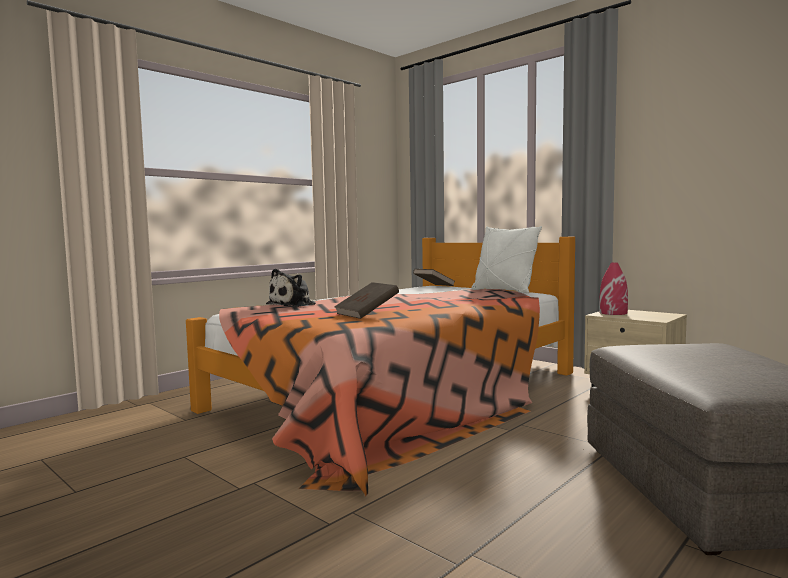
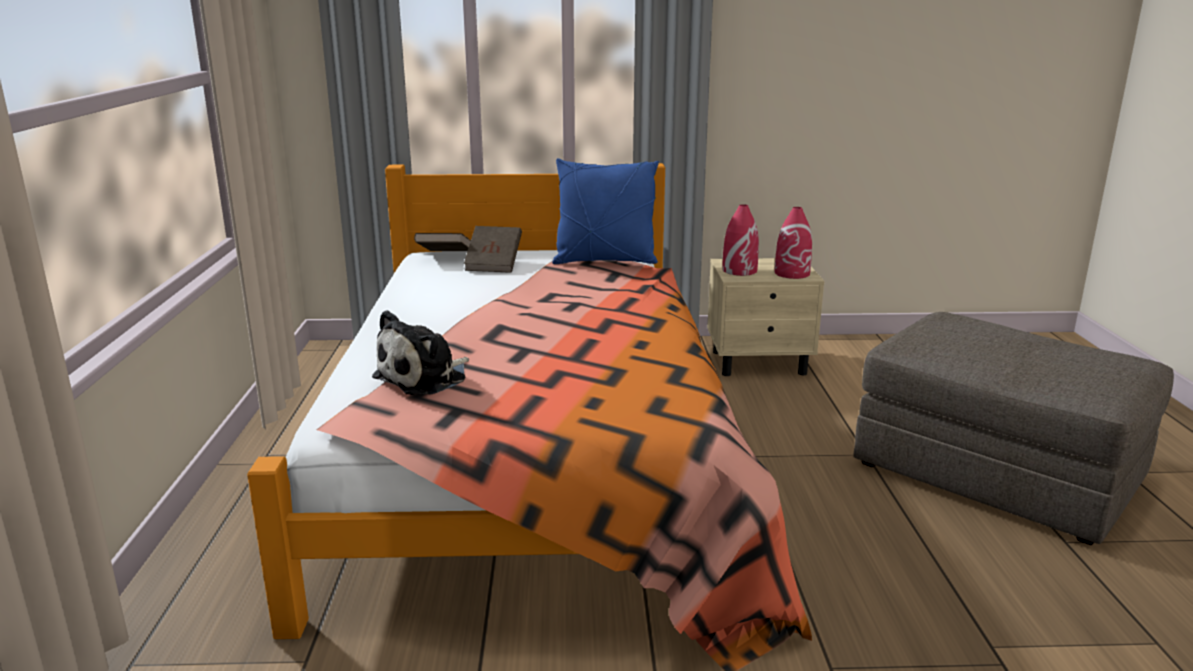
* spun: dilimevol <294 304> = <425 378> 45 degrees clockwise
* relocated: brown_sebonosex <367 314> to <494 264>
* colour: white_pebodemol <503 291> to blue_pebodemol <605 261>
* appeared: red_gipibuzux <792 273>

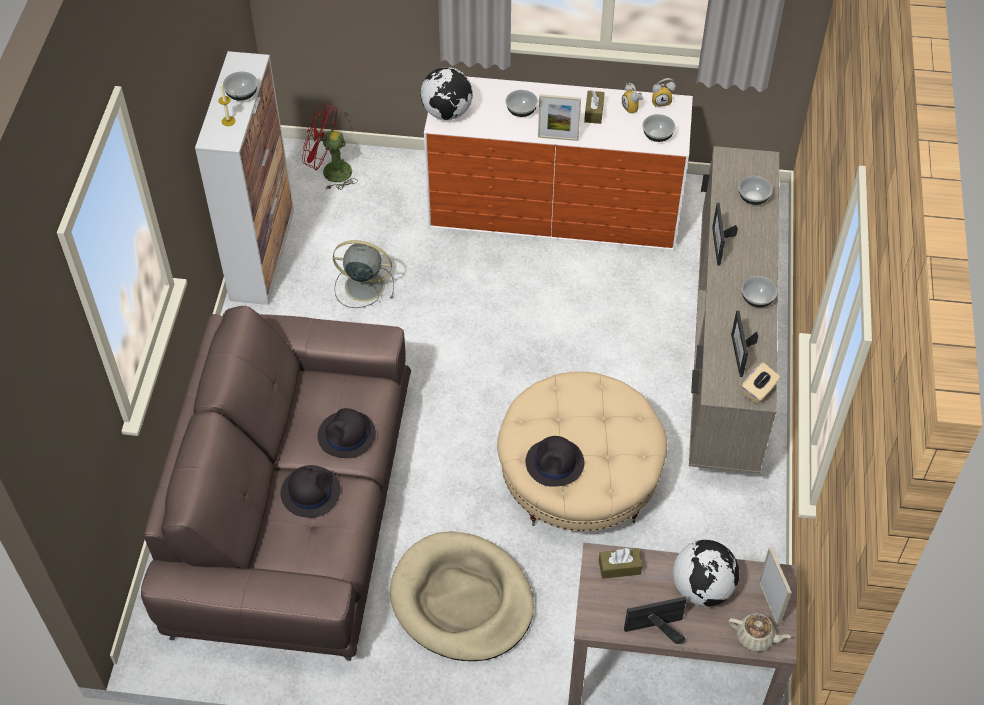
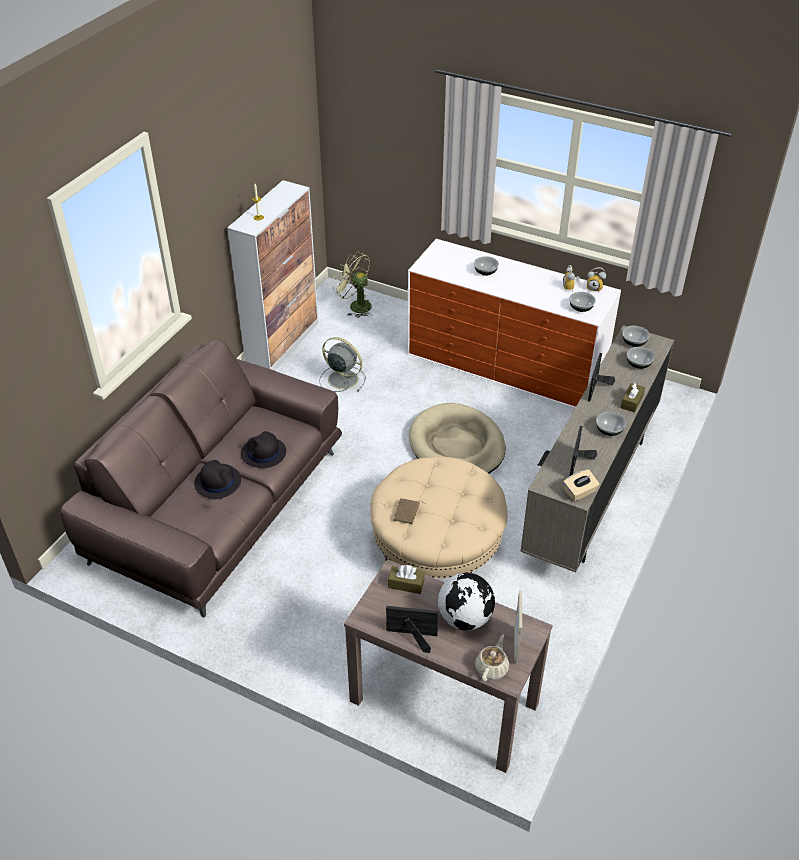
* relocated: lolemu <242 94> to <634 342>
* colour: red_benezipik <330 172> to green_benezipik <355 305>
* relocated: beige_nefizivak <462 600> to <457 445>
* missing: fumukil <447 113>
* exchanged: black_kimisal <555 463> to brown_sebonosex <407 512>
* missing: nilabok <558 138>
* relocated: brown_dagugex <594 112> to <631 402>
* spun: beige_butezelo <755 637> = <492 667> 105 degrees counterclockwise

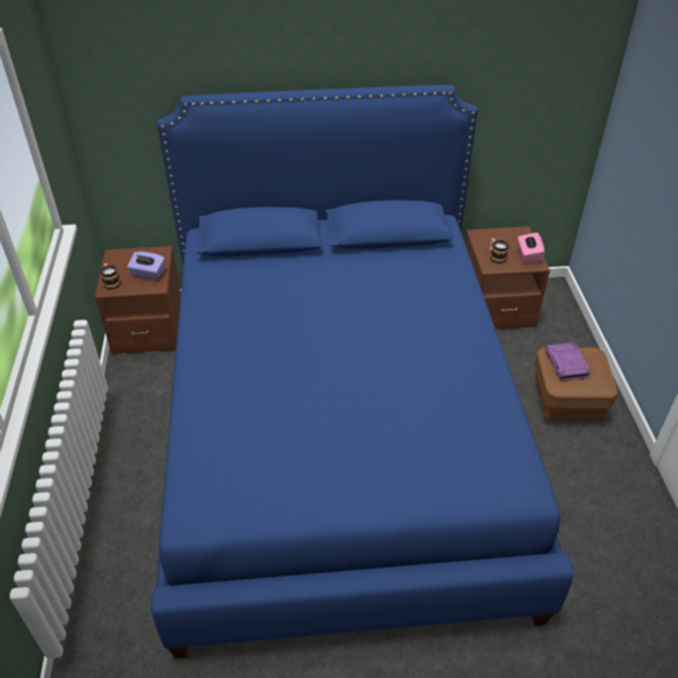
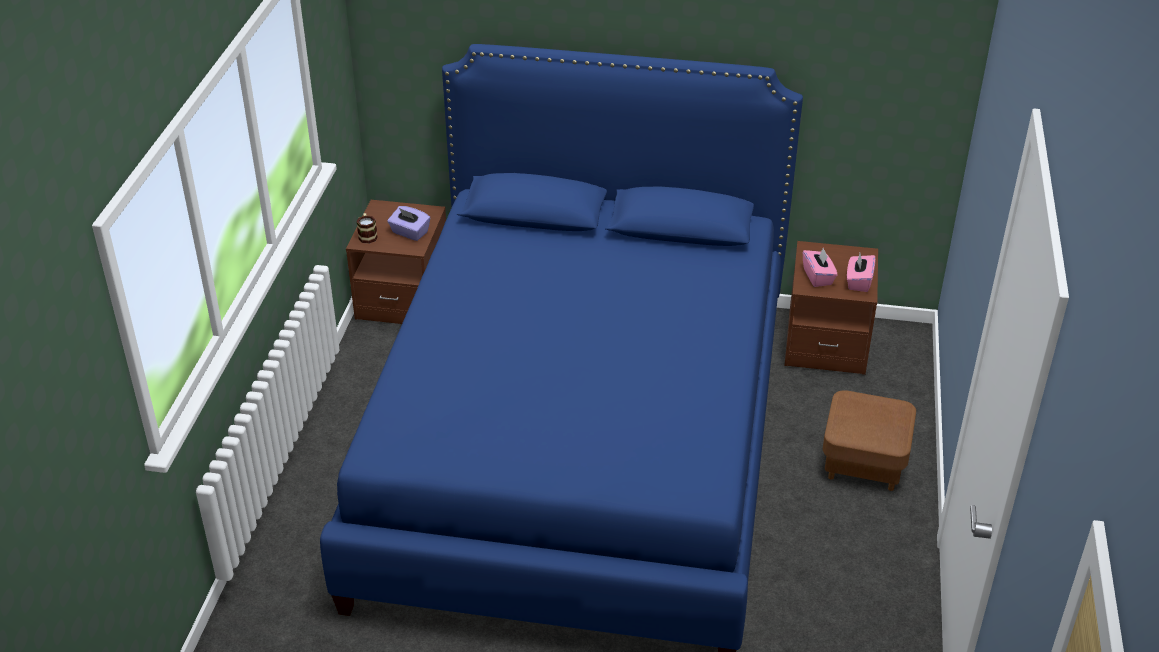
* exchanged: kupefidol <496 257> to pink_dagugex <818 277>
* missing: purple_sebonosex <567 364>

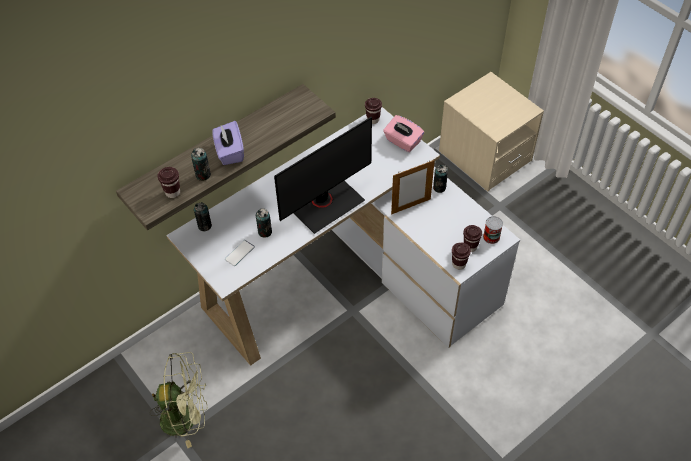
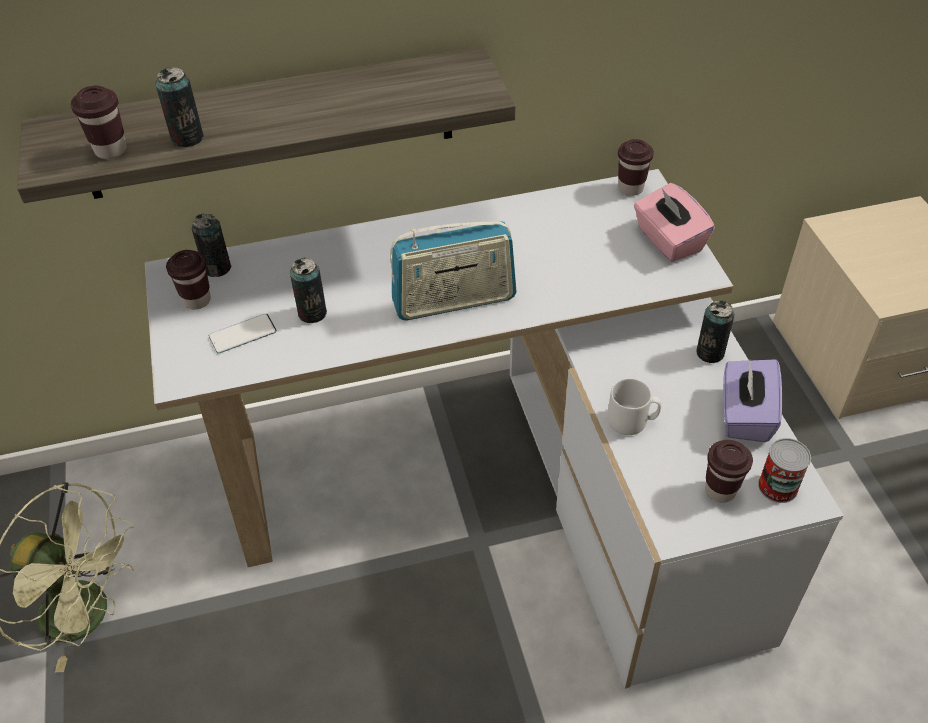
* relocated: purple_dagugex <229 152> to <744 415>
* exchanged: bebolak <325 203> to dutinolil <454 301>
* missing: nilabok <411 206>
* relocated: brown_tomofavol <459 264> to <197 300>
* appeared: grey_kupefidol <632 421>

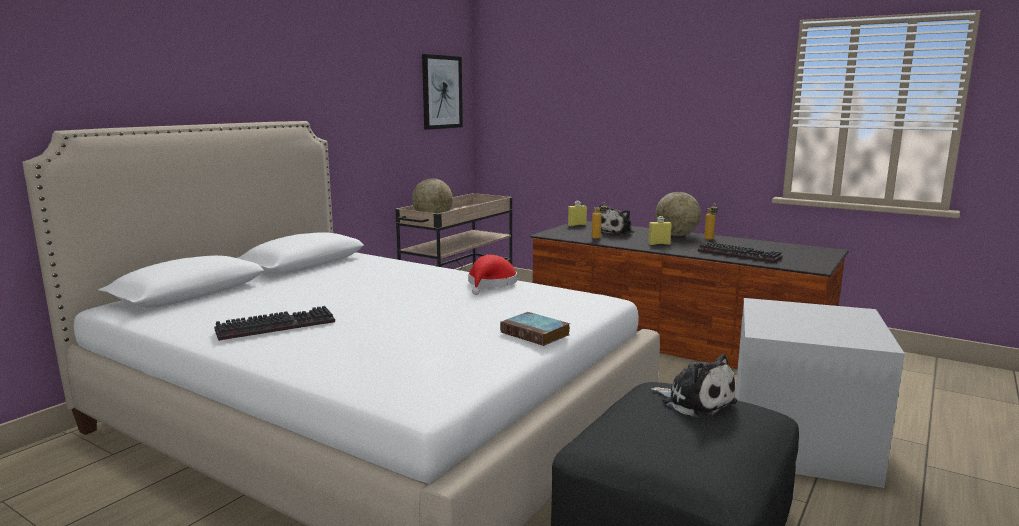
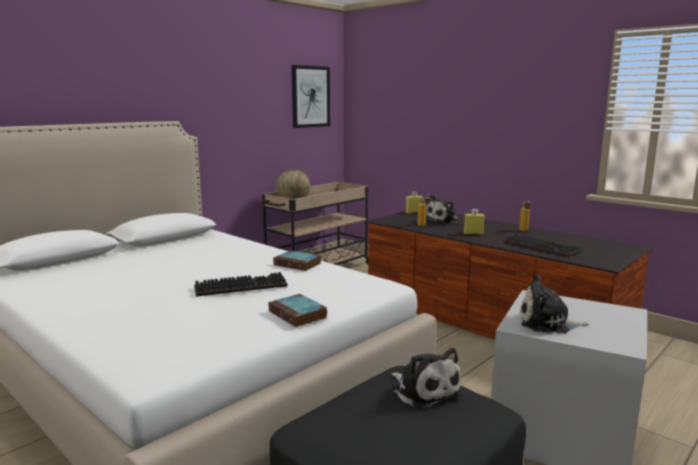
* relocated: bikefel <277 325> to <242 286>
* exchanged: red_kimisal <491 284> to sebonosex <298 264>
* missing: fumukil <676 235>
* appeared: dilimevol <547 323>

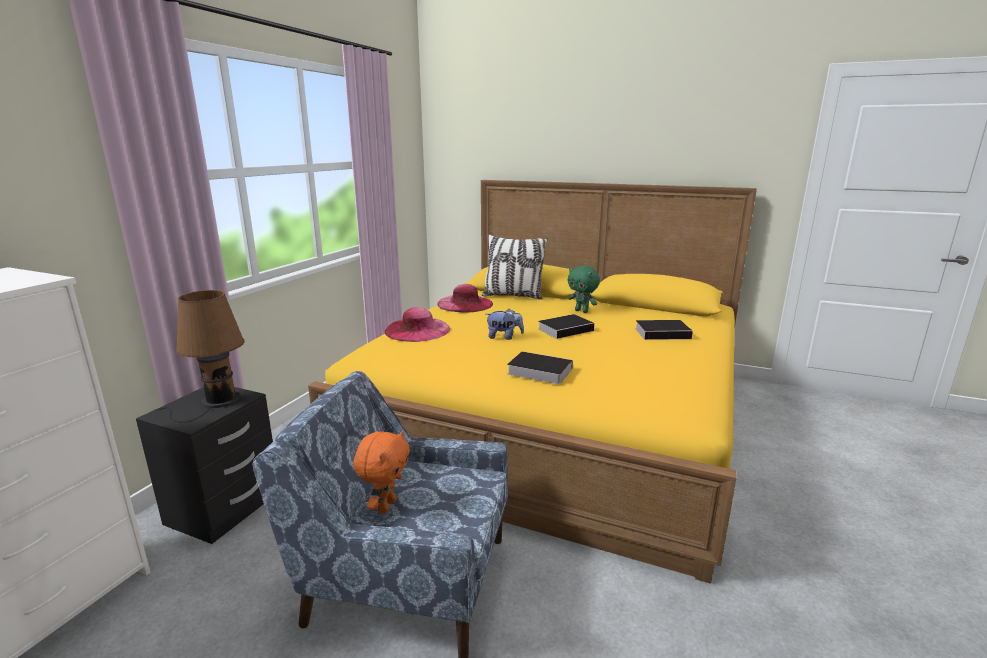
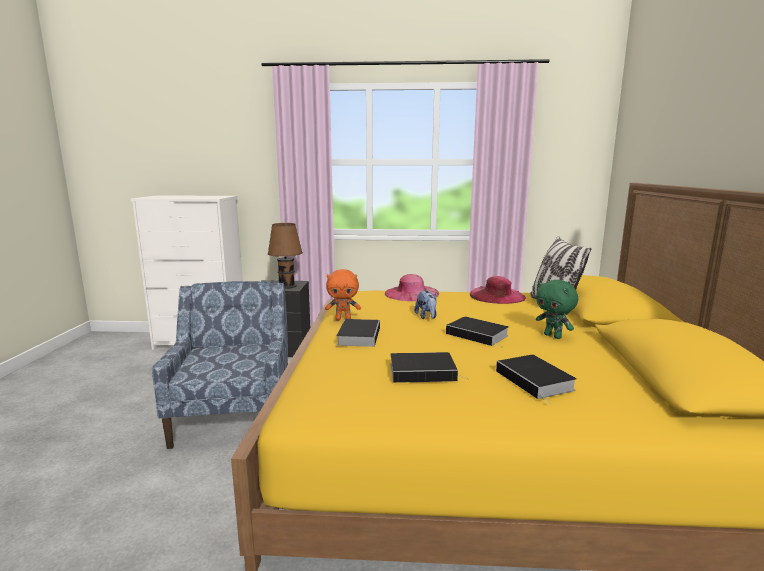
* relocated: orange_dilimevol <386 506> to <343 319>
* spun: green_dilimevol <582 311> = <553 336> 60 degrees counterclockwise
* appeared: sebonosex <424 371>

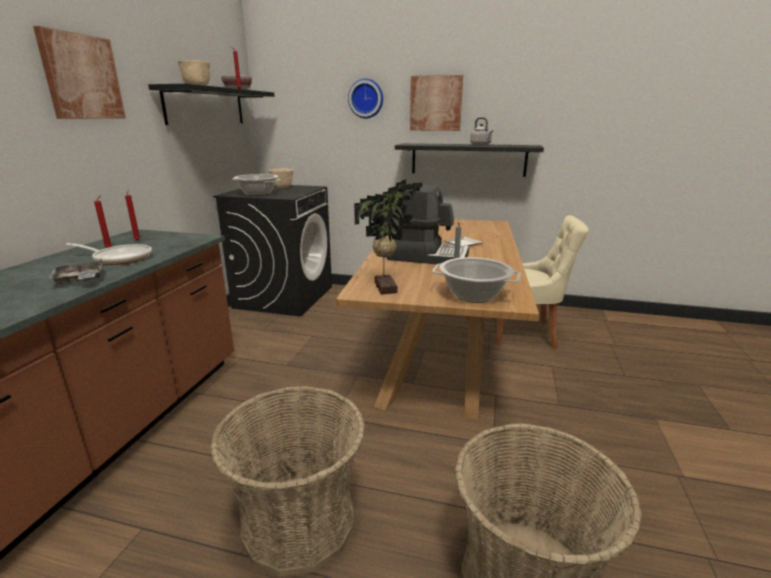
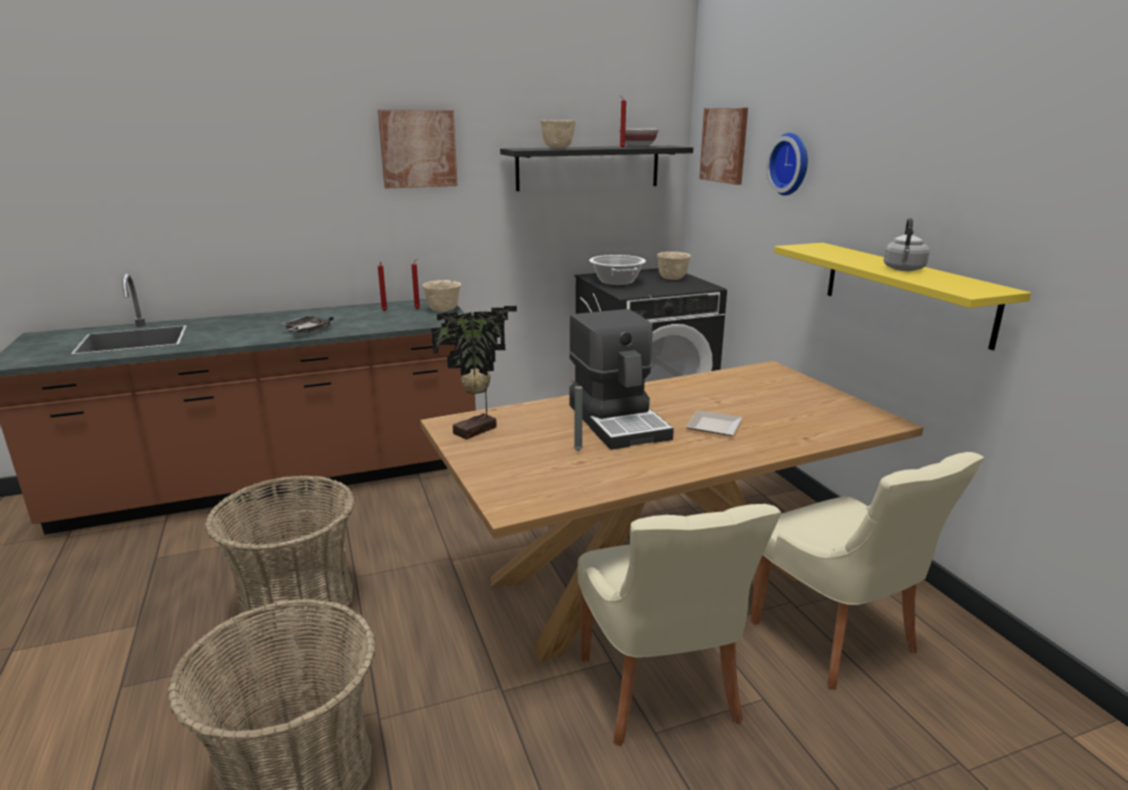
* missing: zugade <119 258>
* colour: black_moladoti <468 159> to yellow_moladoti <905 291>
* relocated: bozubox <436 103> to <724 145>
* missing: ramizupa <474 295>
* appeared: beige_lolemu <443 310>
* appeared: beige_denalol <661 693>

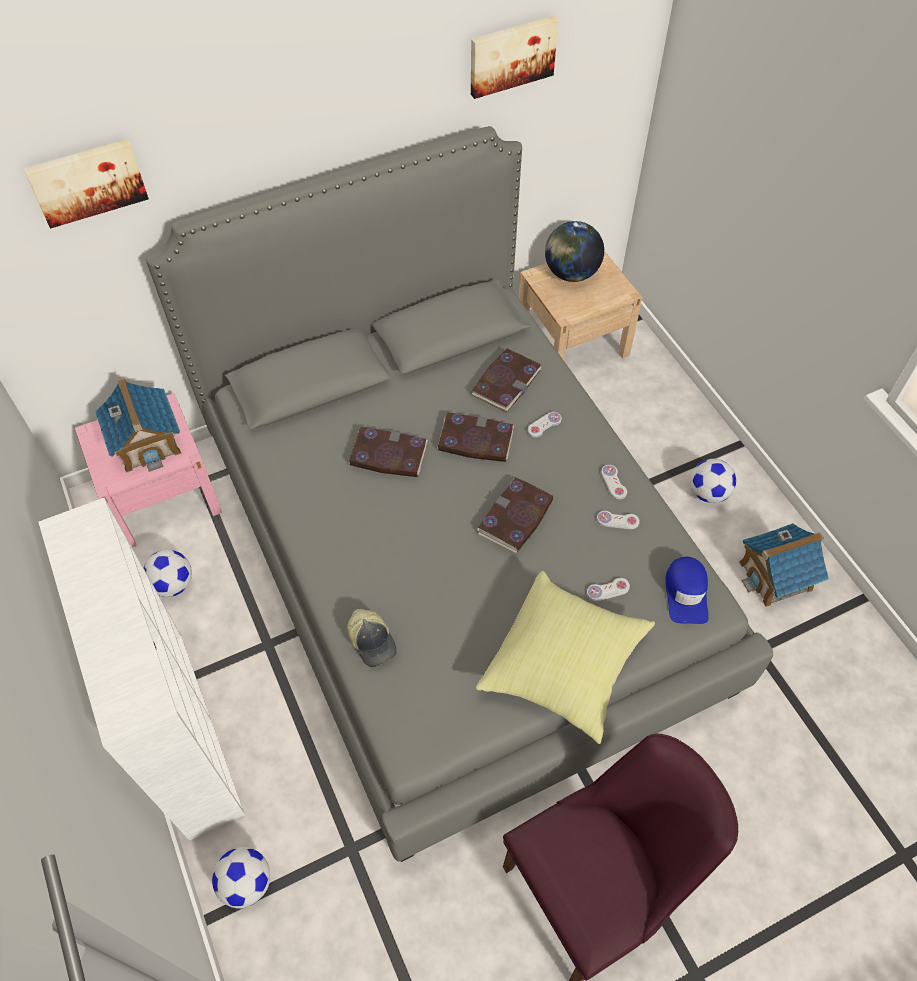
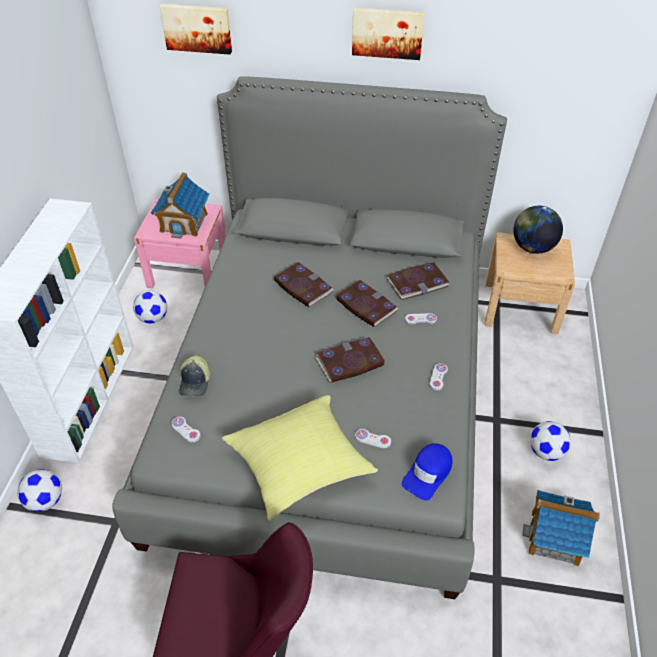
* relocated: bozubox <511 55> to <387 32>
* relocated: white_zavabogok <617 521> to <186 430>

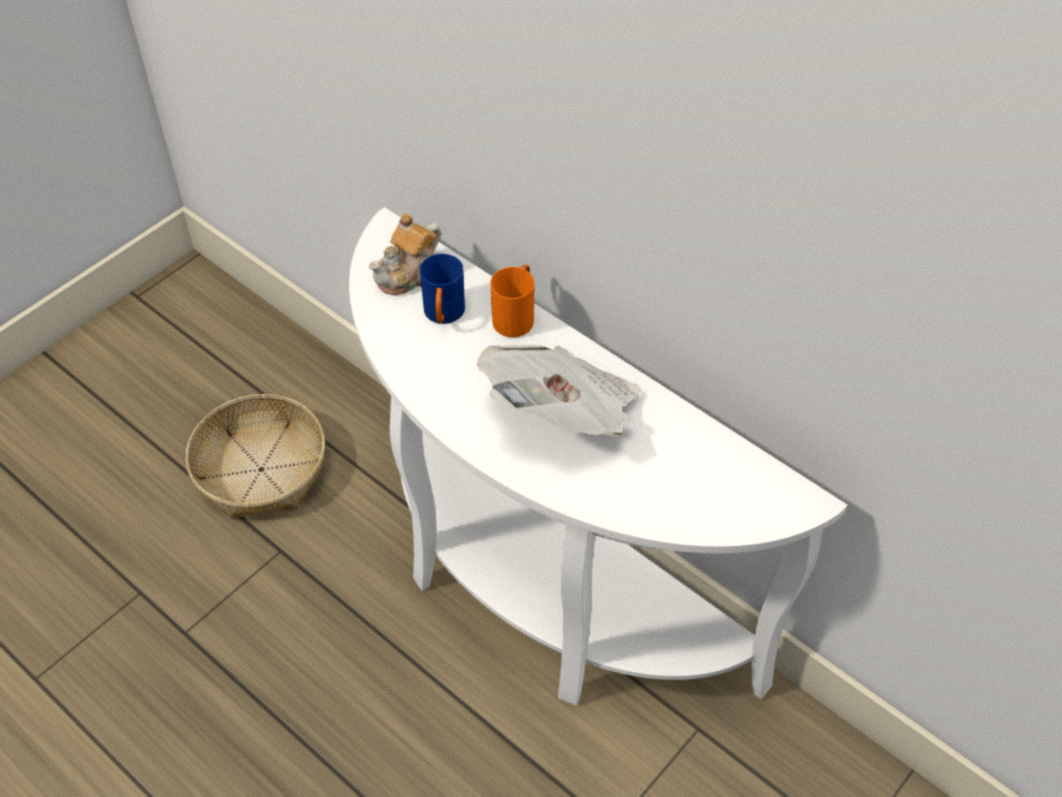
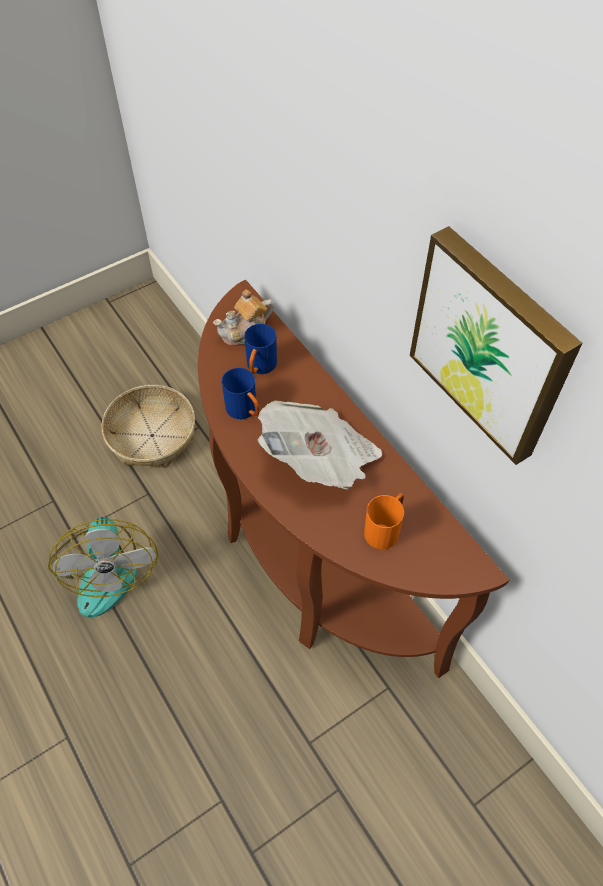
* colour: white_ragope <538 589> to brown_ragope <308 560>
* relocated: orange_kupefidol <516 316> to <385 528>
* appeared: benezipik <105 569>
* appeared: blue_kupefidol <245 411>
* appeared: bozubox <491 345>

